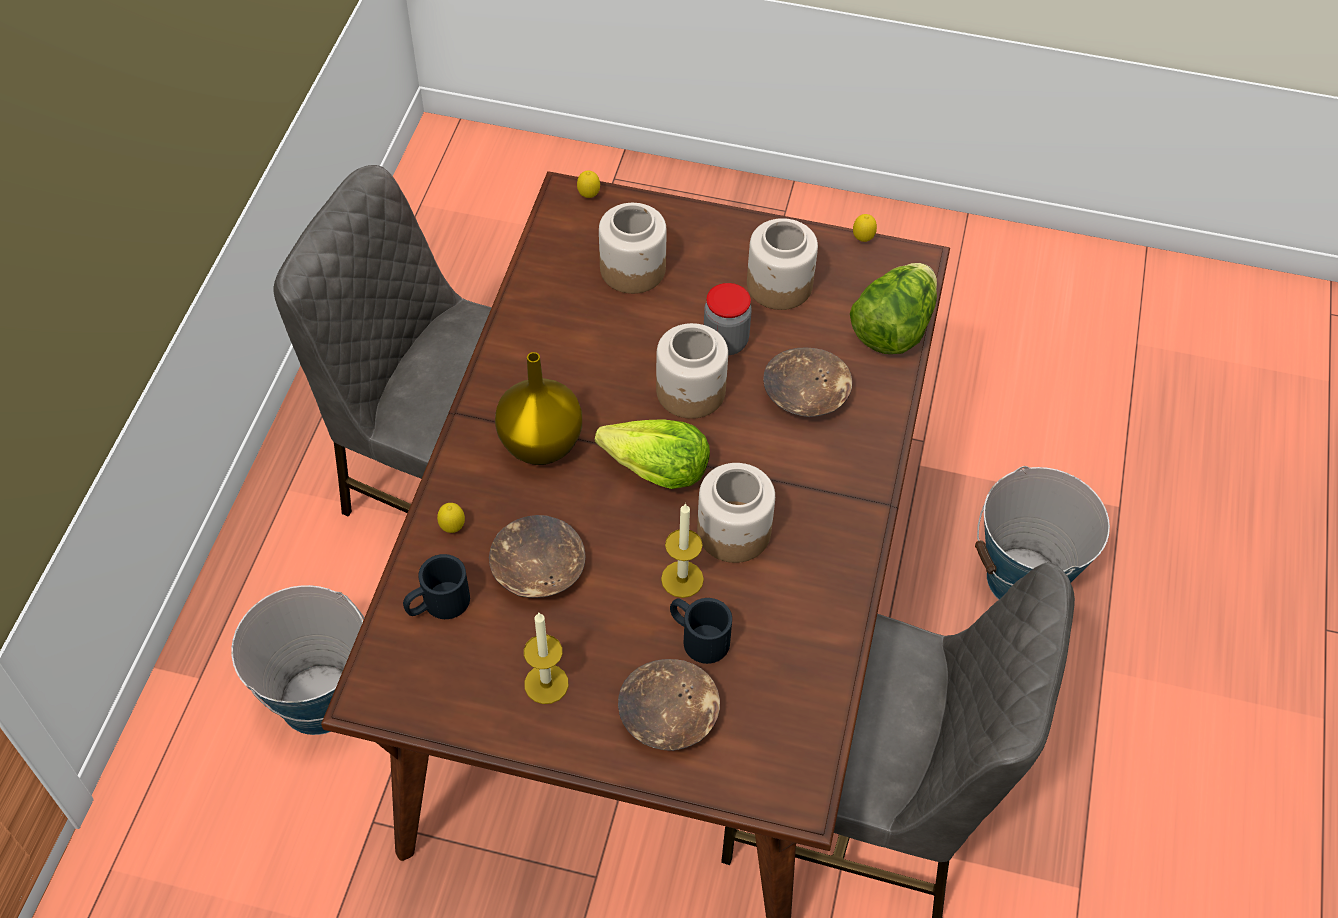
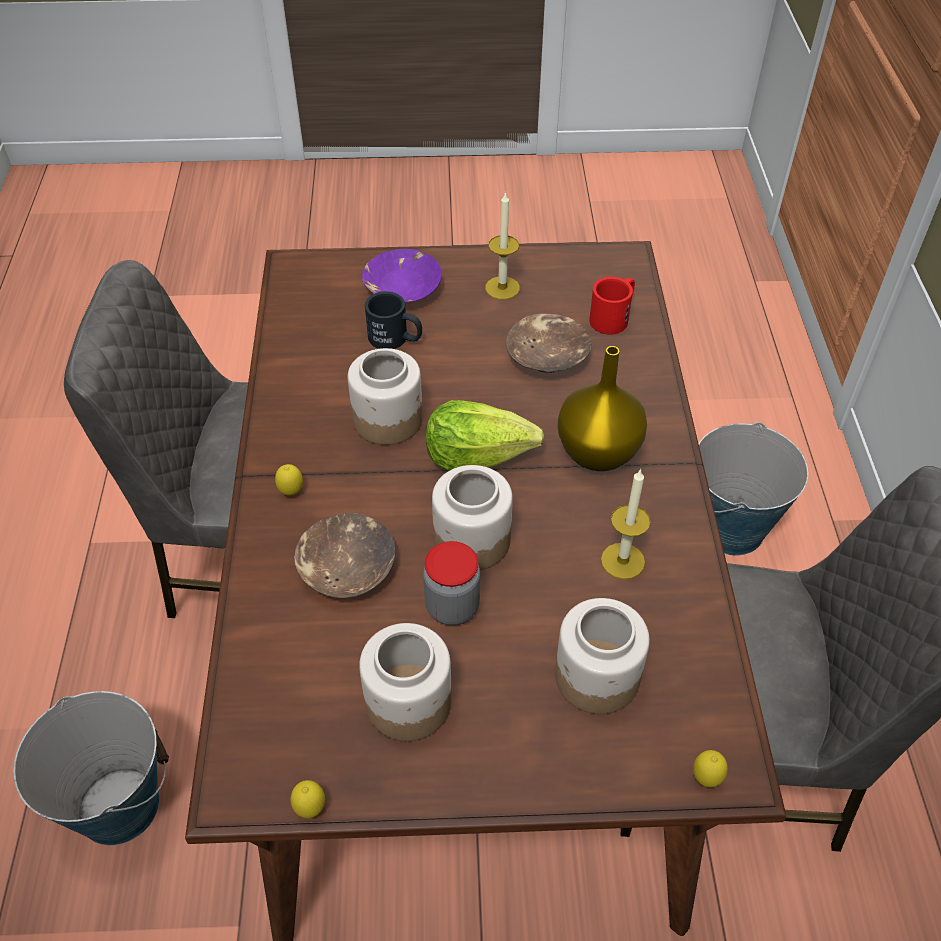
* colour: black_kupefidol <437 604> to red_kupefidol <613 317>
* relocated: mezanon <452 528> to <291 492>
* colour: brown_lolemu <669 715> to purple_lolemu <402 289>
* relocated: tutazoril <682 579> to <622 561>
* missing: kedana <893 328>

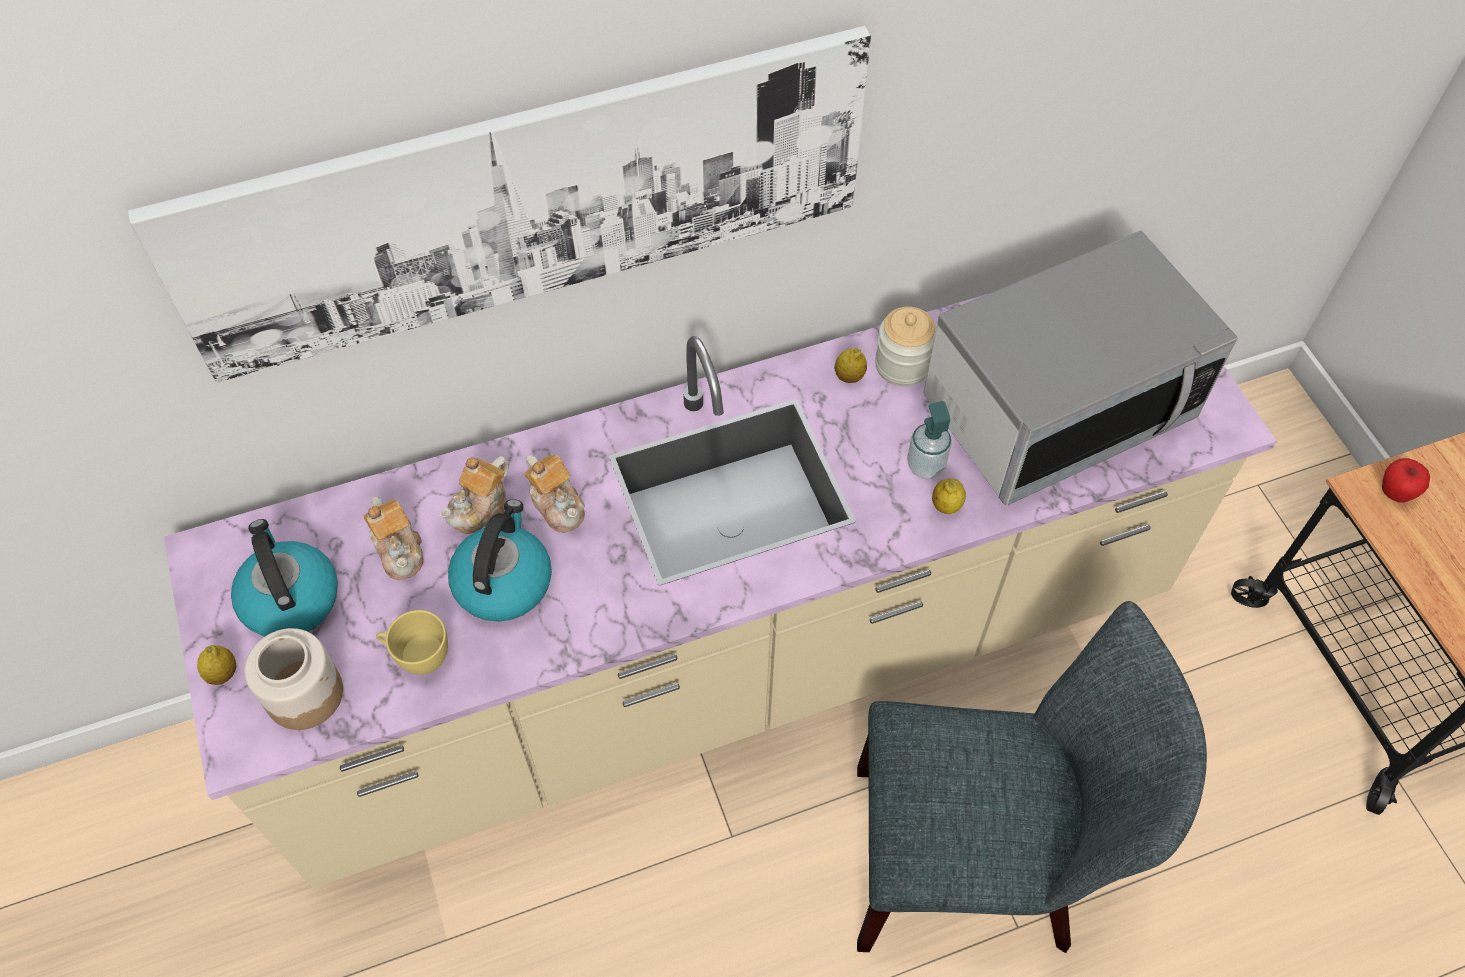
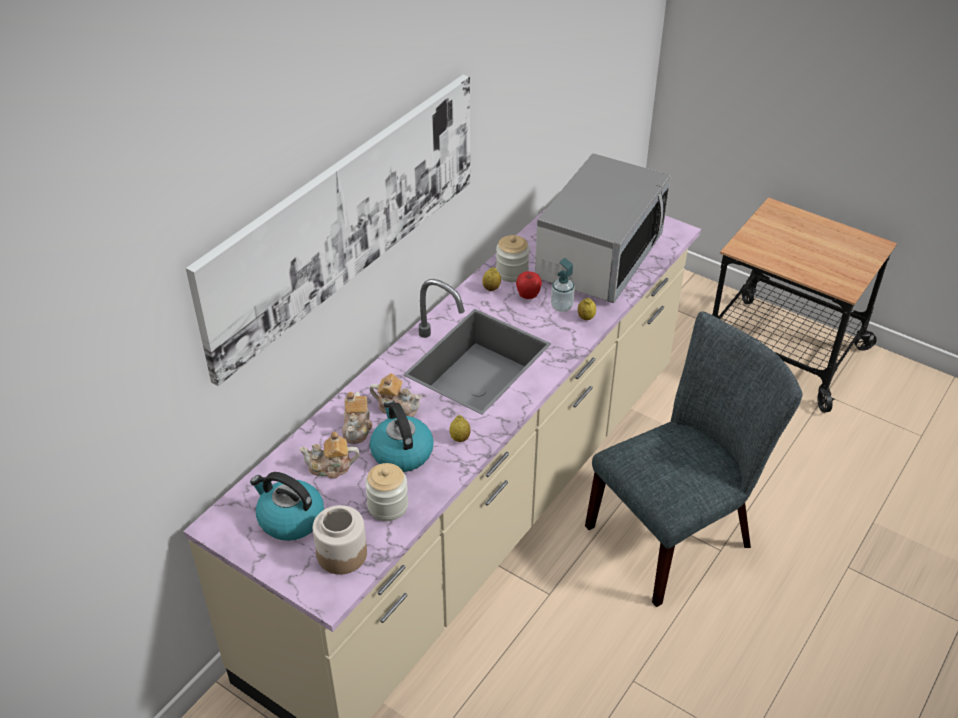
* relocated: mezanon <223 674> to <460 438>
* spun: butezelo <399 550> = <331 467> 150 degrees clockwise
* exchanged: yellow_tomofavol <418 656> to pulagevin <388 506>
* relocated: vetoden <1394 493> to <528 296>

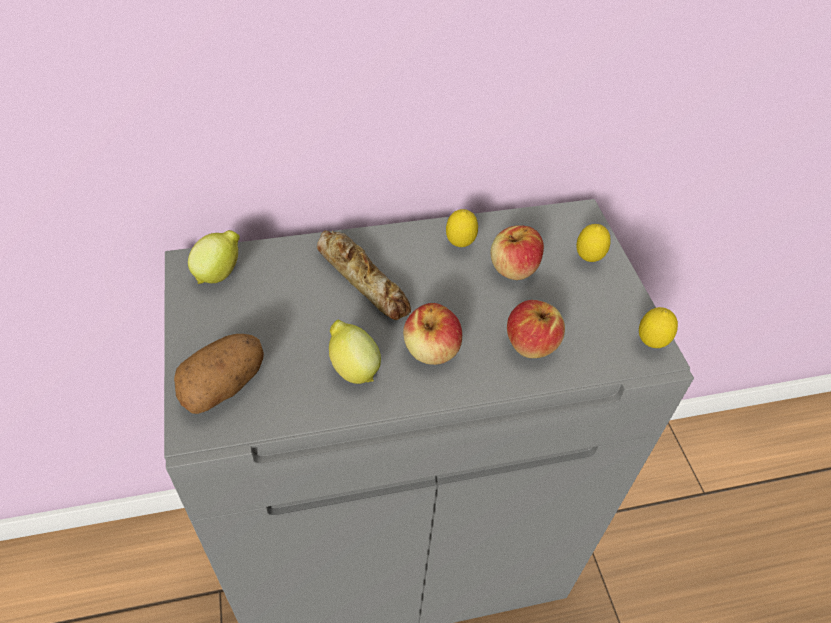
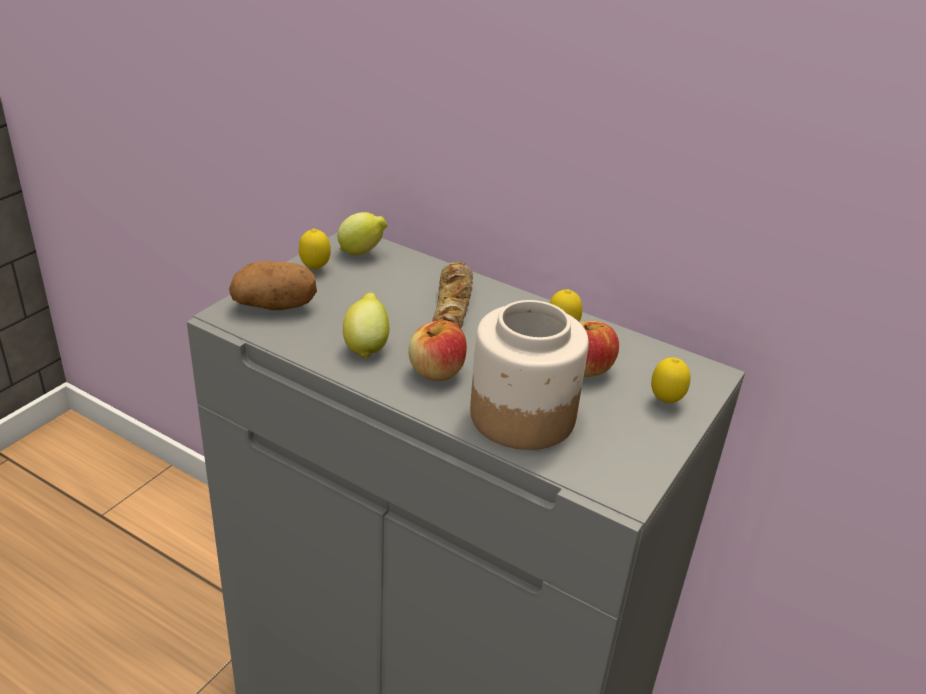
* exchanged: vetoden <531 343> to pulagevin <521 416>
* relocated: mezanon <650 344> to <315 269>

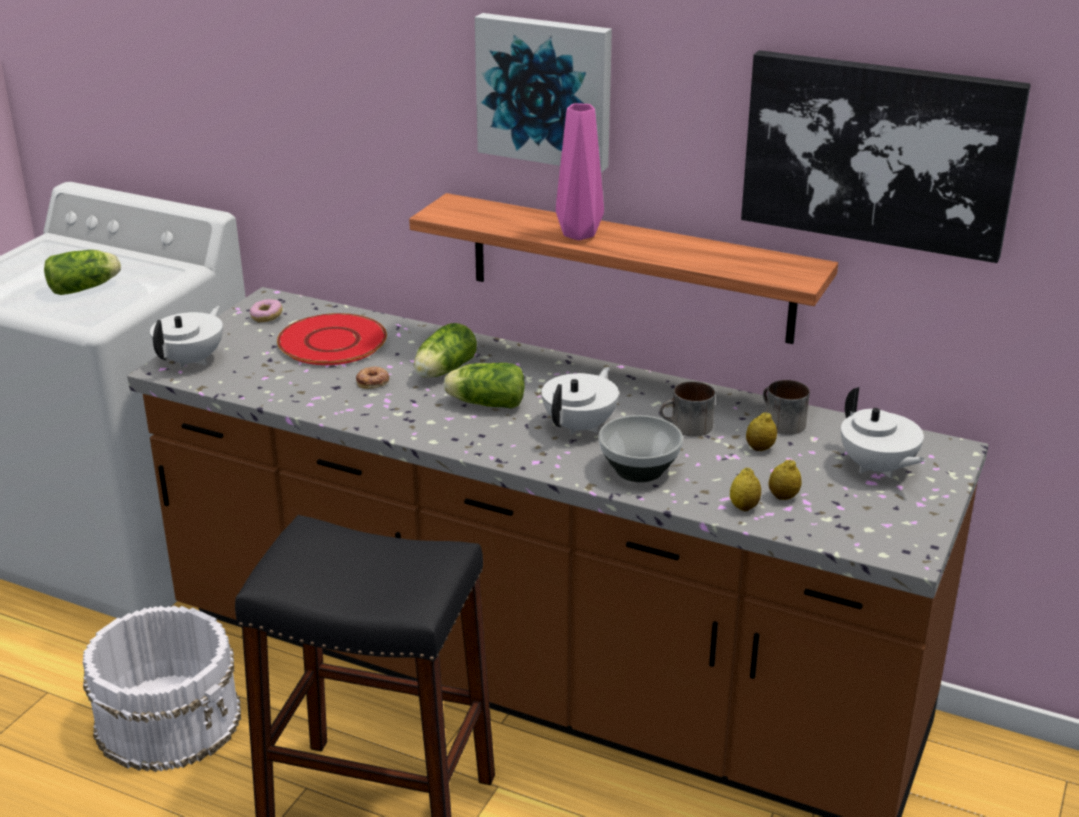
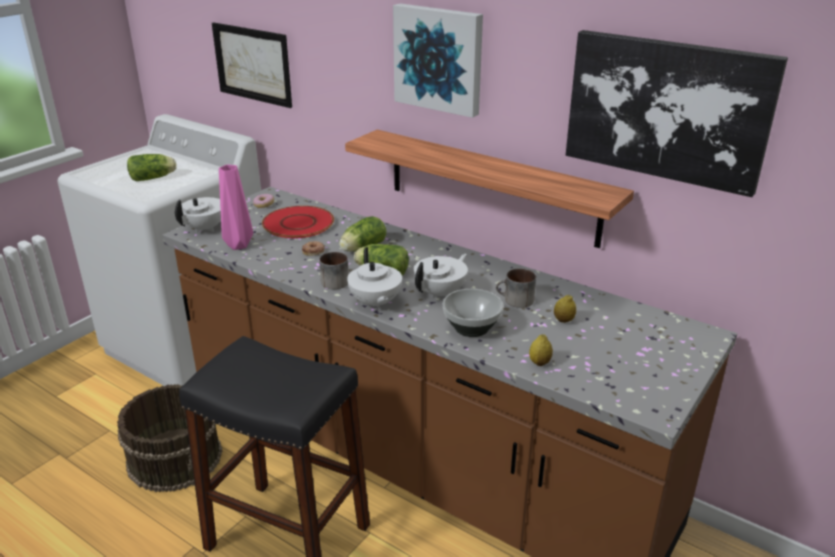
* colour: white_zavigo <169 719> to brown_zavigo <176 457>
* relocated: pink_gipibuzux <577 235> to <237 246>
* relocated: kupefidol <779 422> to <332 281>
* missing: mezanon <783 497>
* relocated: white_butezelo <877 468> to <375 303>
* appeared: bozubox <252 64>

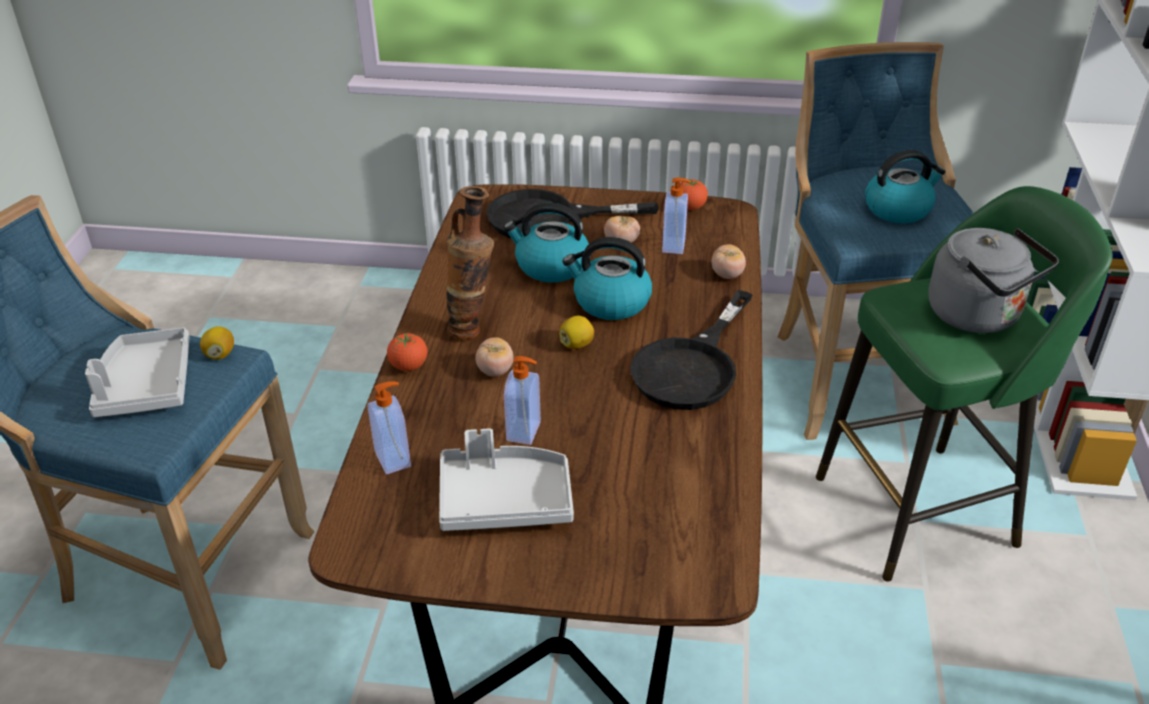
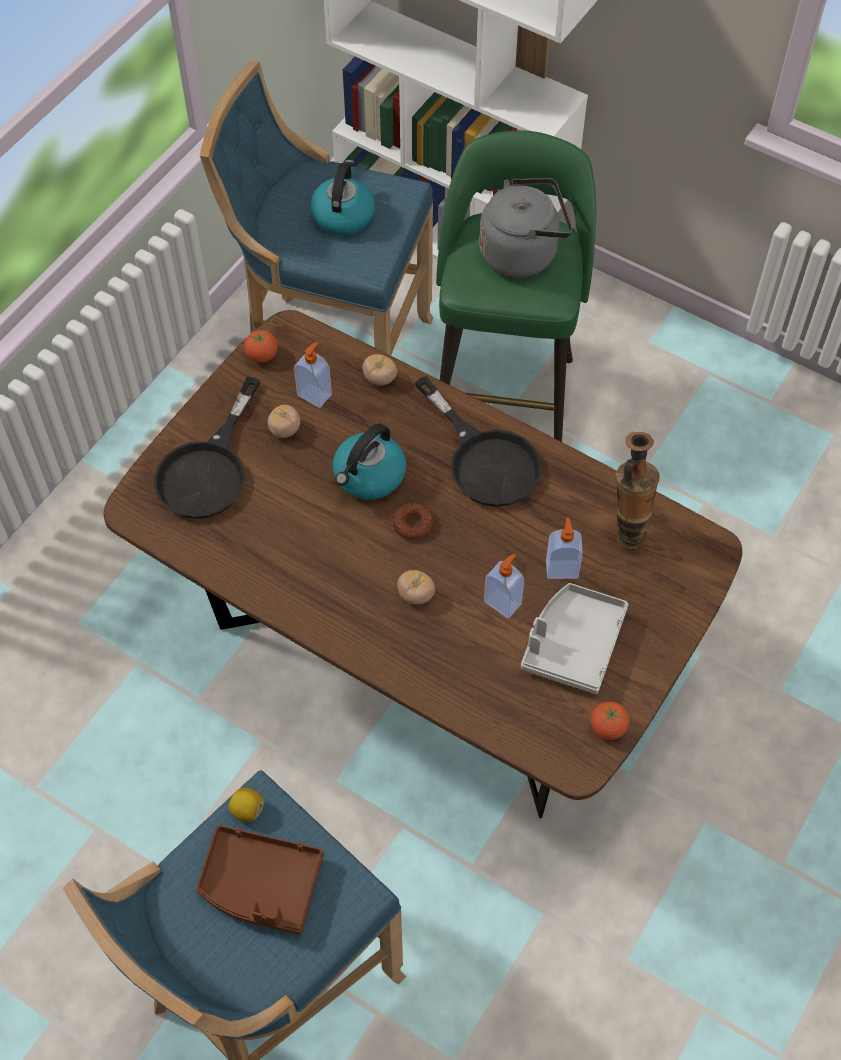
* colour: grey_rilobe <145 385> to brown_rilobe <261 885>
* relocated: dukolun <394 459> to <561 568>
* relocated: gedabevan <409 366> to <608 728>
* relocated: gipibuzux <473 328> to <627 531>
* missing: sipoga <551 266>
* exchanged: mezanon <577 344> to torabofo <413 524>

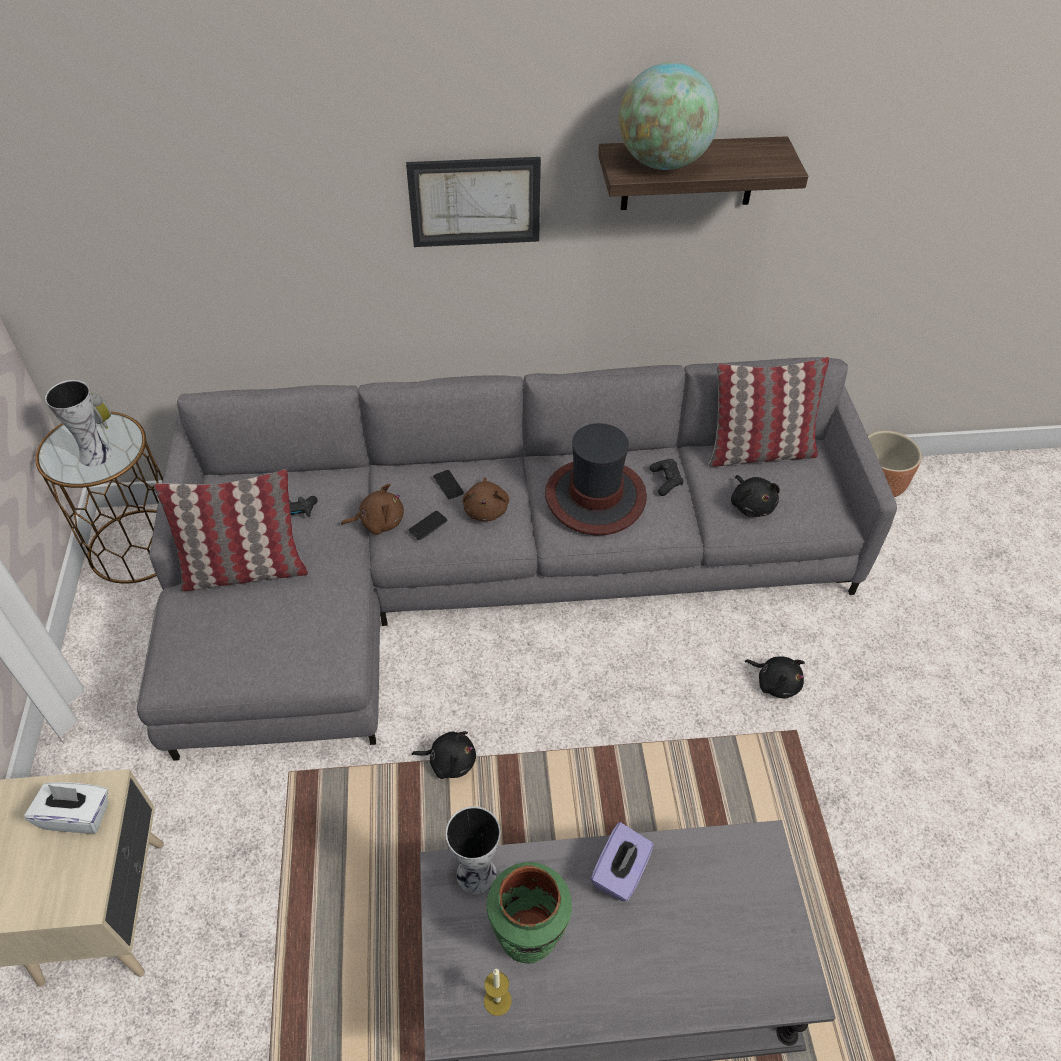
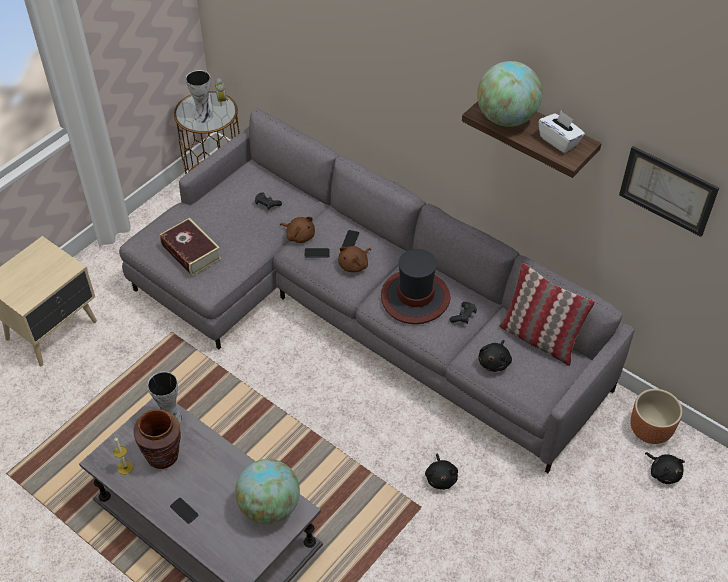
* relocated: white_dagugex <77 815> to <559 141>
* missing: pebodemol <245 570>
* relocated: bozubox <475 201> to <668 190>
* relocated: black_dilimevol <449 761> to <663 472>
* colour: green_gipibuzux <528 934> to brown_gipibuzux <163 456>
* missing: purple_dagugex <620 872>
* appeared: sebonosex <191 252>
* appeared: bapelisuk <184 511>
* appeared: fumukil <269 507>

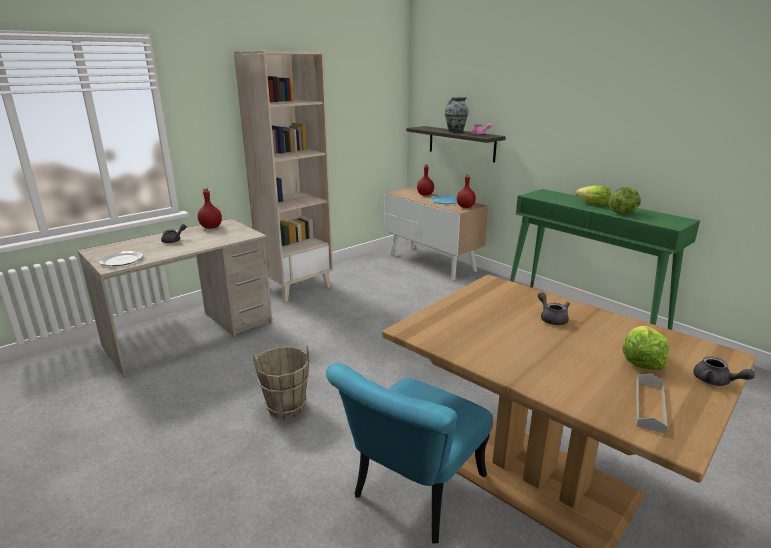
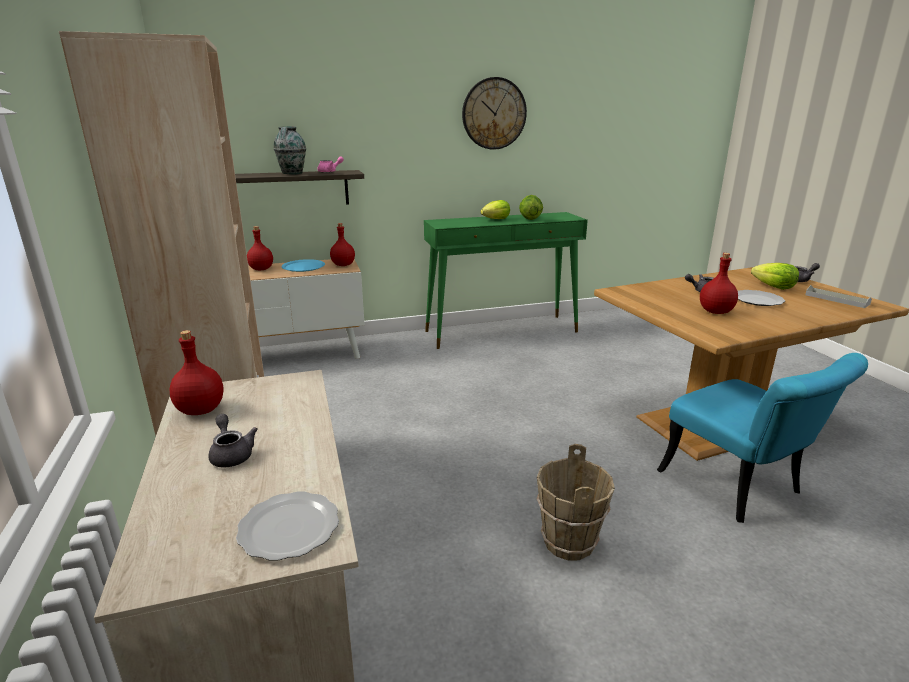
* appeared: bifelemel <494 114>
* appeared: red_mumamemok <714 311>
* appeared: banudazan <757 300>

